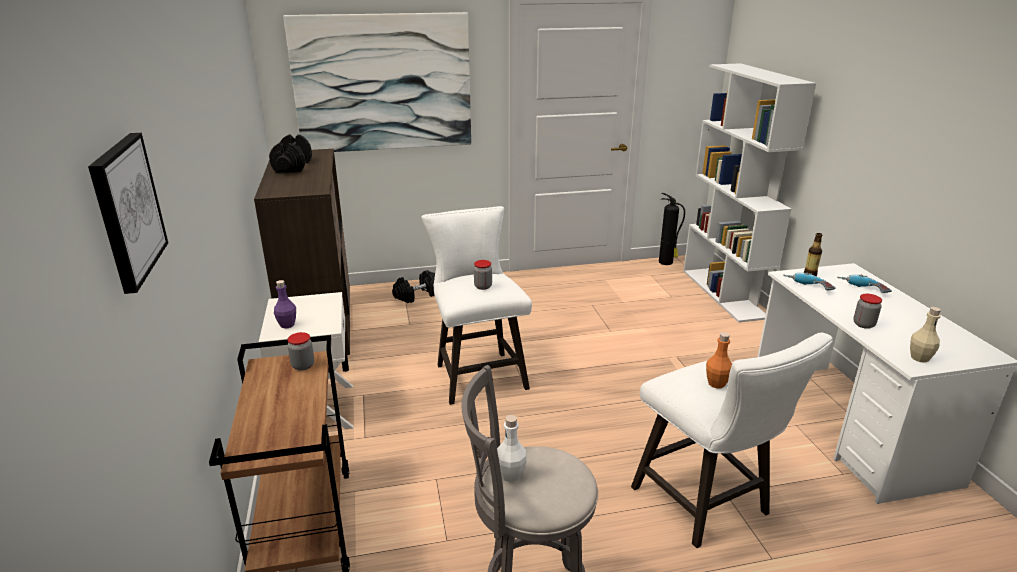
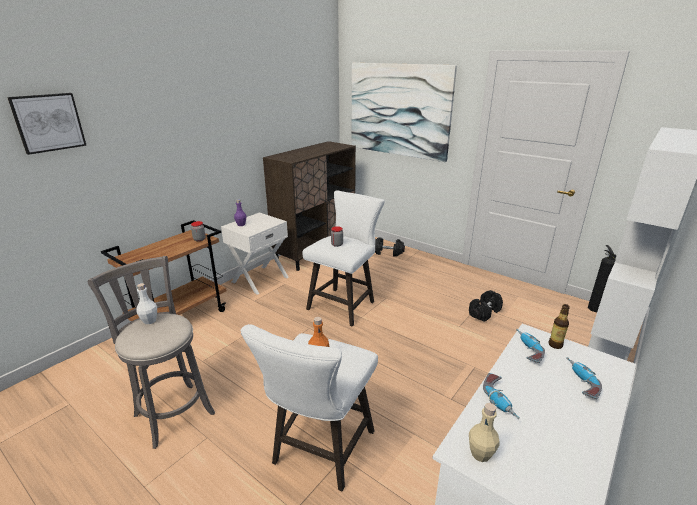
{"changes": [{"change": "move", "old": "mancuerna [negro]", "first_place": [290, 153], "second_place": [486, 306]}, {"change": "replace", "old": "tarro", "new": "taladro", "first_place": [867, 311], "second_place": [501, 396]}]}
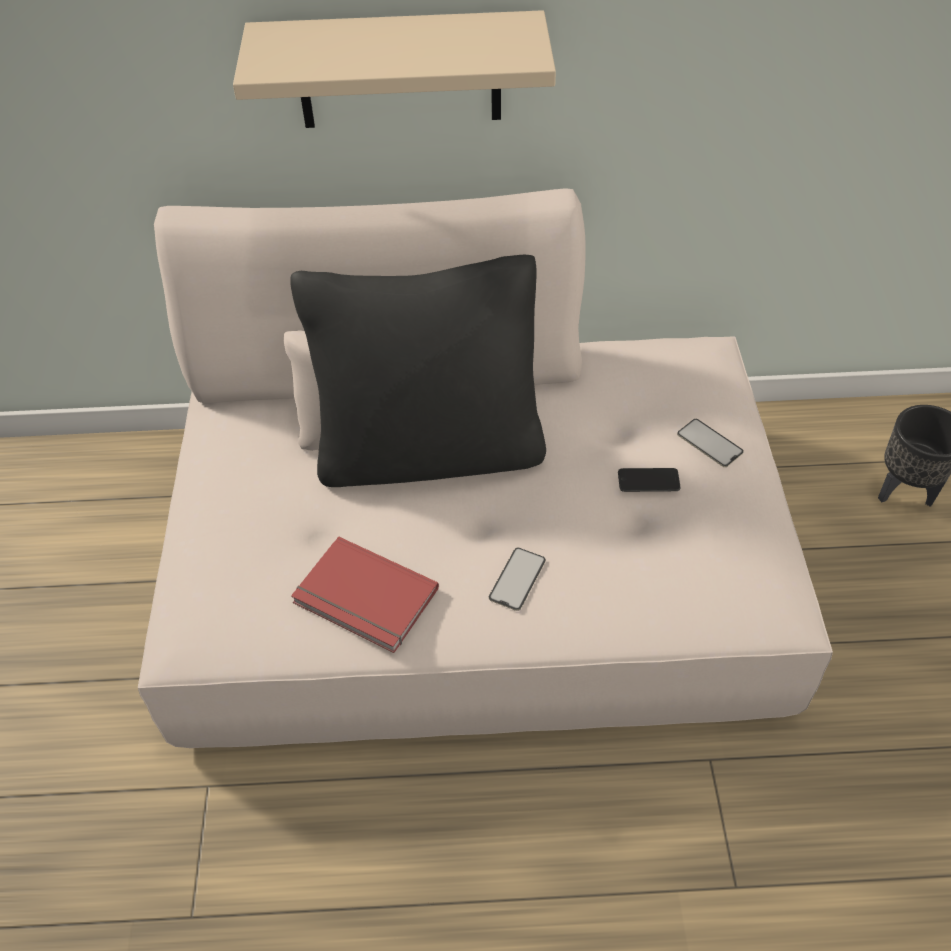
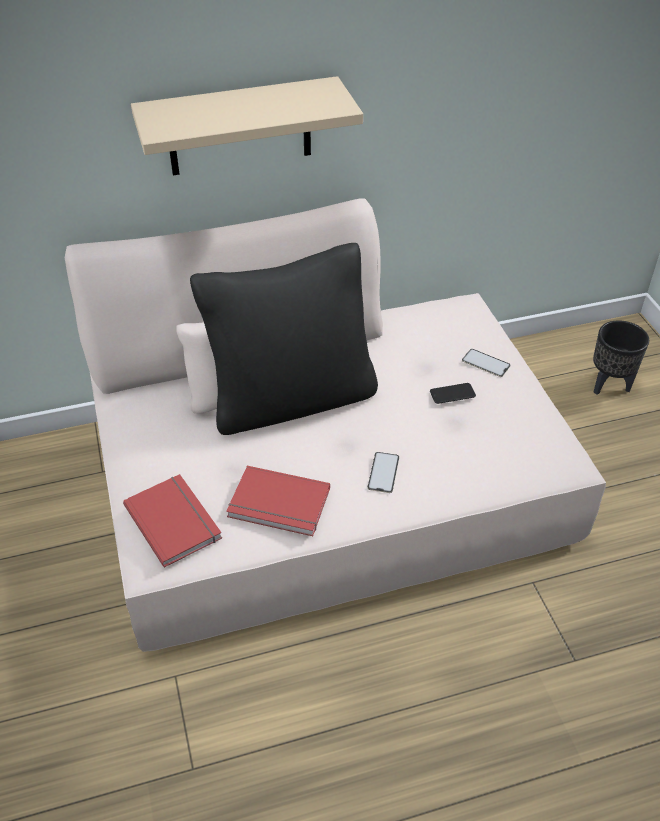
{"changes": [{"change": "insert", "new": "libro [rojo]", "second_place": [172, 521]}]}
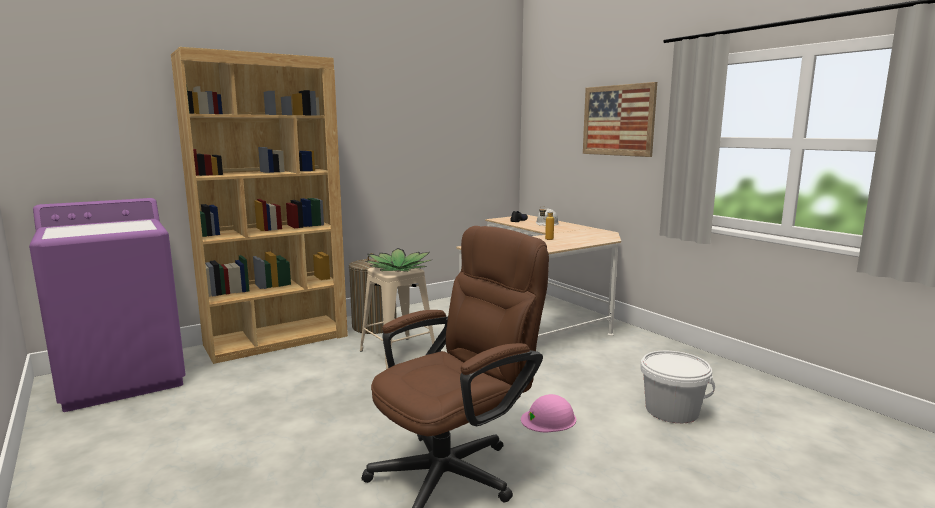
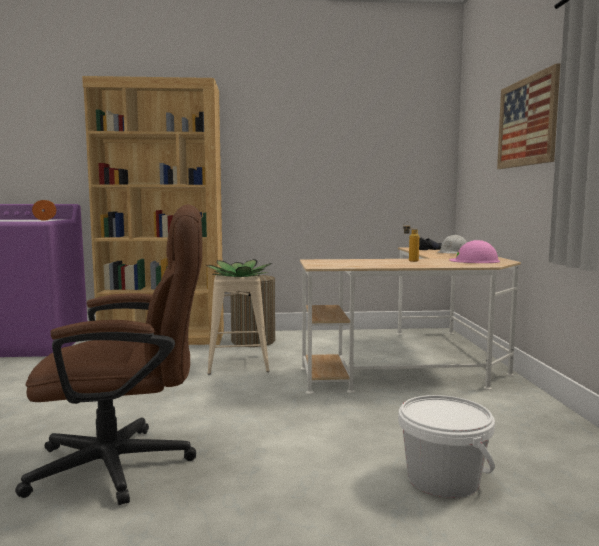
{"changes": [{"change": "insert", "new": "mancuerna [naranja]", "second_place": [44, 210]}, {"change": "move", "old": "casco [rosa]", "first_place": [548, 413], "second_place": [474, 251]}]}
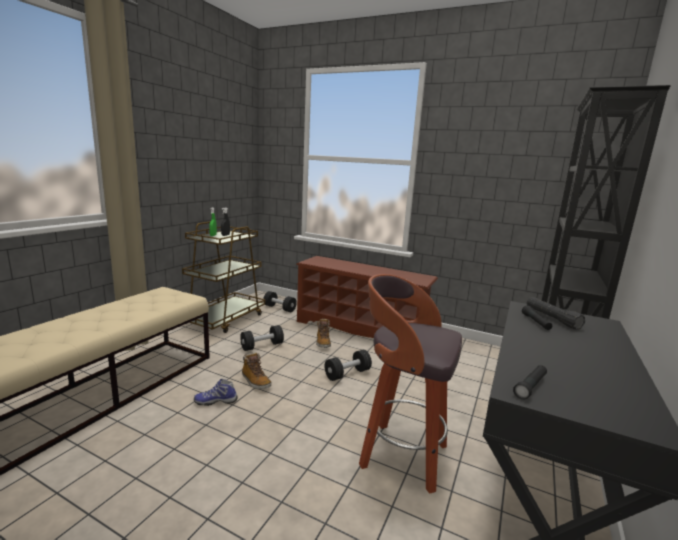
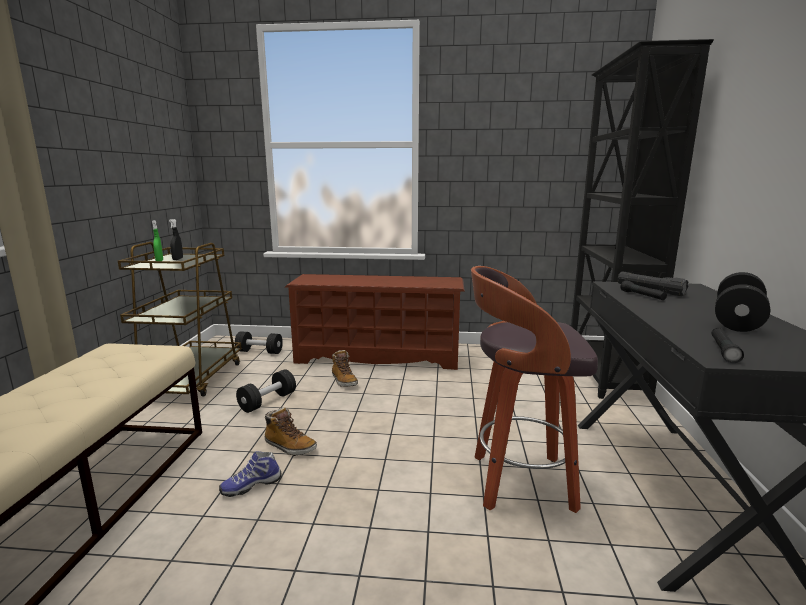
{"changes": [{"change": "move", "old": "mancuerna [negro]", "first_place": [348, 365], "second_place": [742, 302]}]}
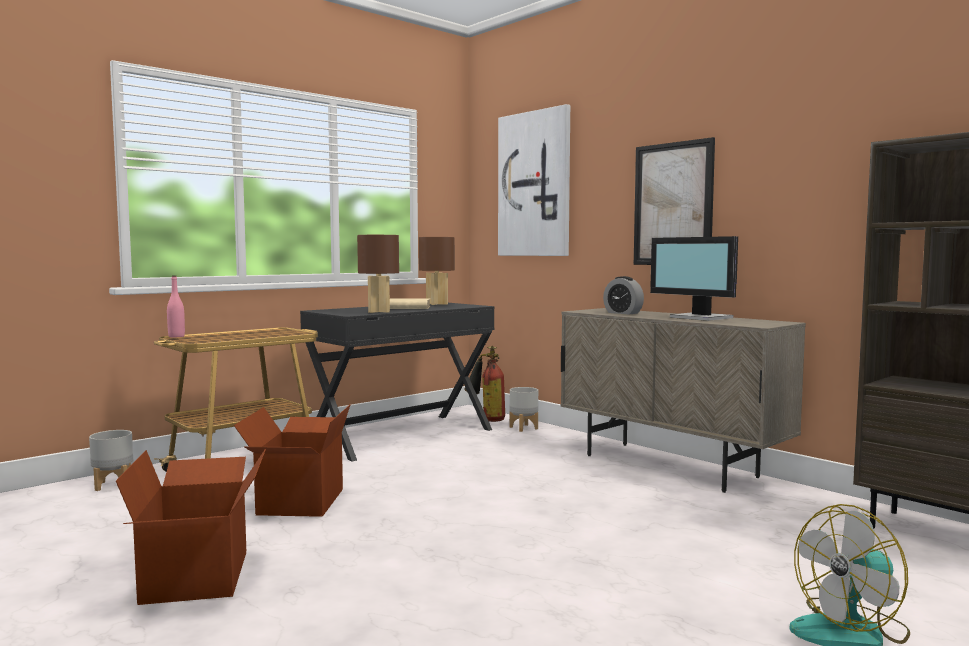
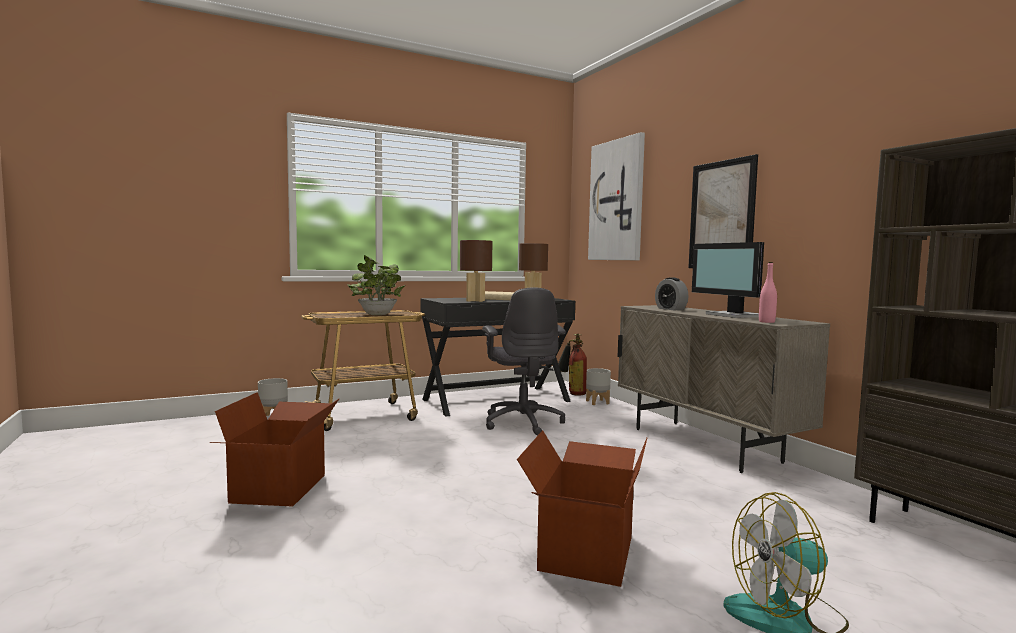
{"changes": [{"change": "insert", "new": "planta en maceta", "second_place": [376, 285]}, {"change": "insert", "new": "silla de oficina [gris]", "second_place": [524, 361]}, {"change": "move", "old": "caja de cartón", "first_place": [292, 460], "second_place": [582, 508]}, {"change": "move", "old": "botella [rosa]", "first_place": [176, 306], "second_place": [768, 292]}]}
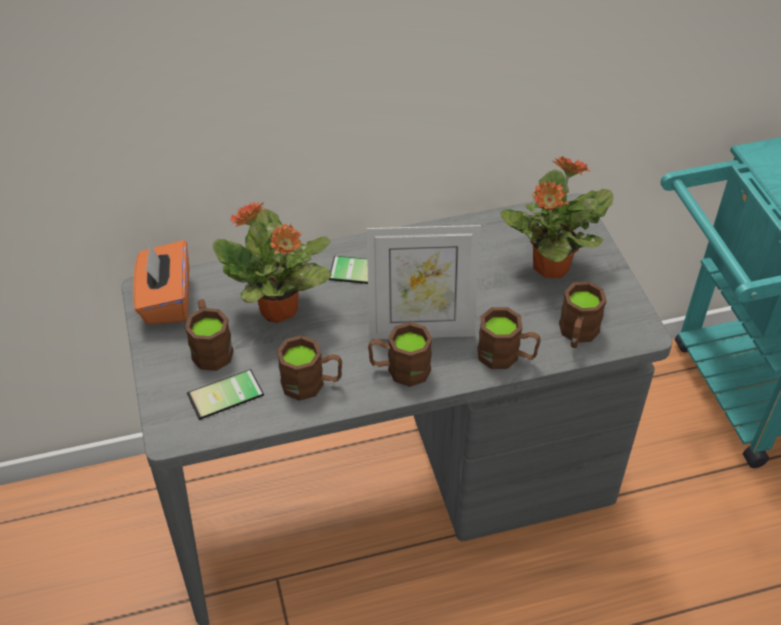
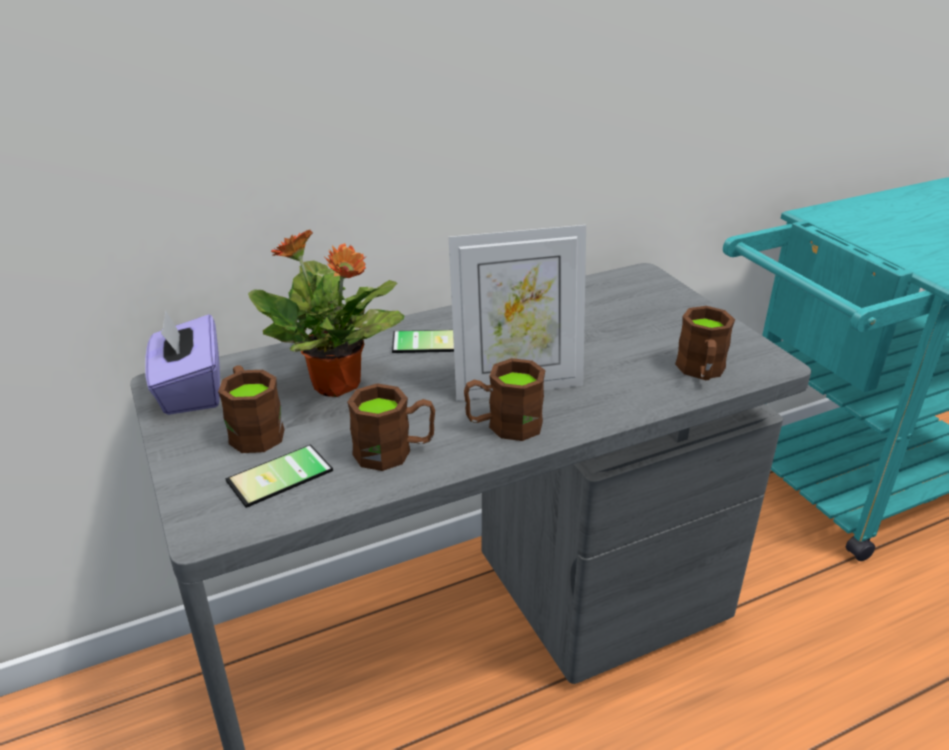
{"changes": [{"change": "recolor", "old": "caja de pañuelos [naranja]", "new": "caja de pañuelos [morado]", "first_place": [161, 282], "second_place": [182, 362]}, {"change": "delete", "old": "taza grande [marrón]", "first_place": [509, 338]}, {"change": "delete", "old": "planta en maceta", "first_place": [557, 217]}]}
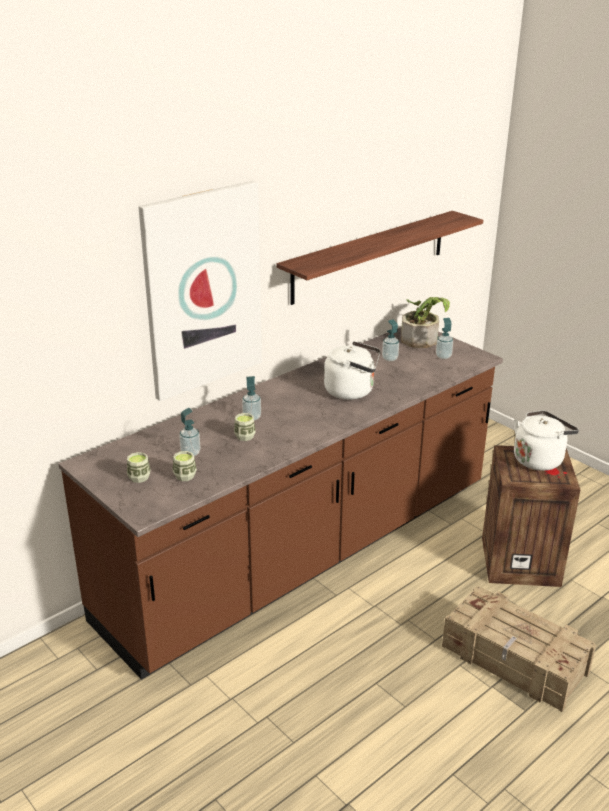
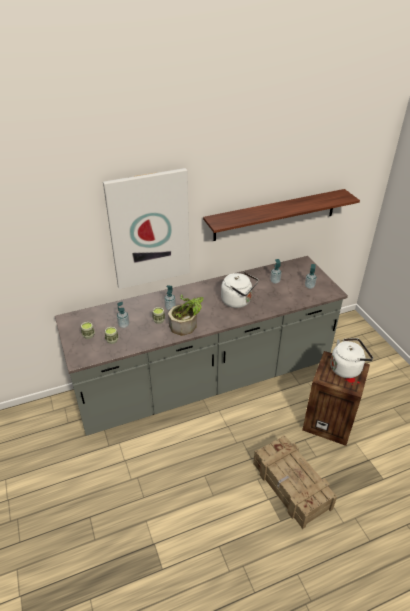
{"changes": [{"change": "recolor", "old": "mueble bajo de cocina [marrón]", "new": "mueble bajo de cocina [gris]", "first_place": [281, 503], "second_place": [201, 346]}, {"change": "move", "old": "planta en maceta", "first_place": [425, 322], "second_place": [185, 315]}]}
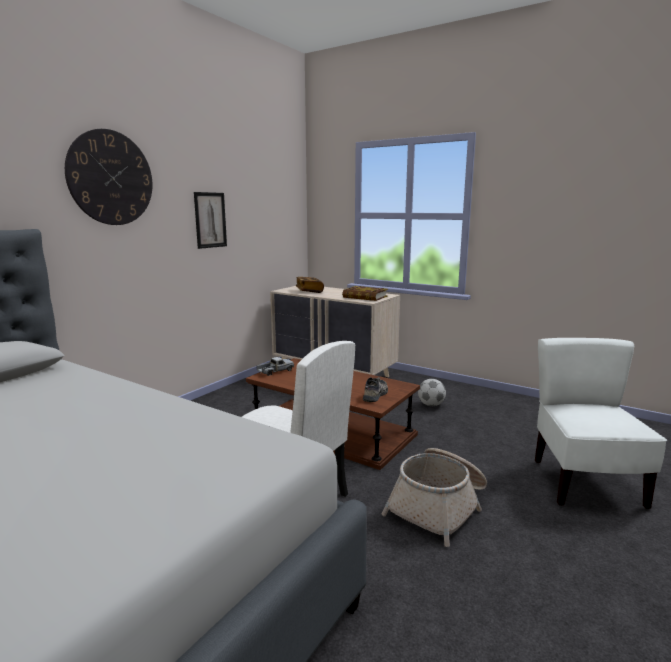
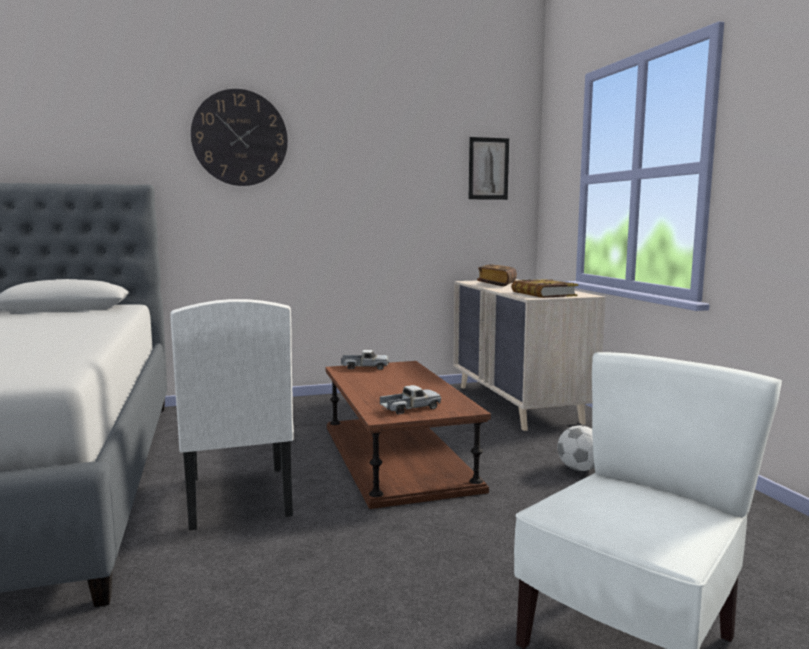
{"changes": [{"change": "replace", "old": "zapato", "new": "camión de juguete", "first_place": [375, 389], "second_place": [410, 399]}, {"change": "move", "old": "cuadro", "first_place": [210, 220], "second_place": [489, 168]}, {"change": "delete", "old": "cesta", "first_place": [434, 497]}]}
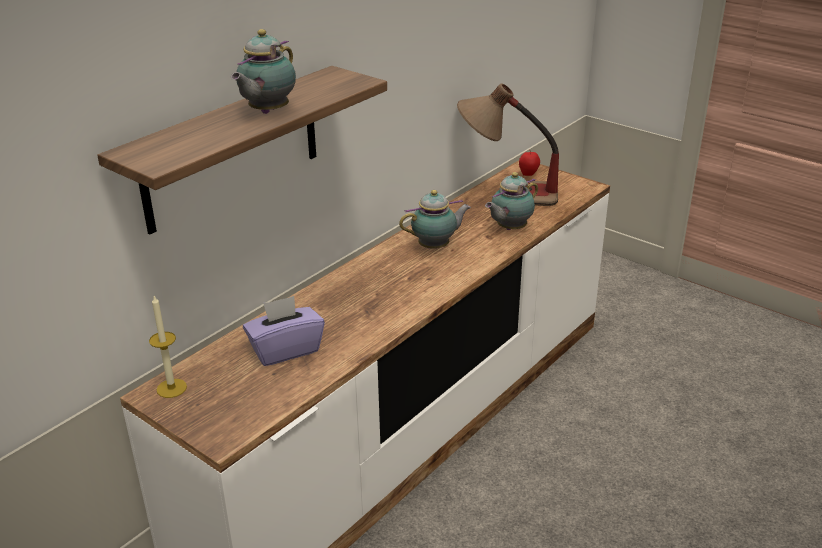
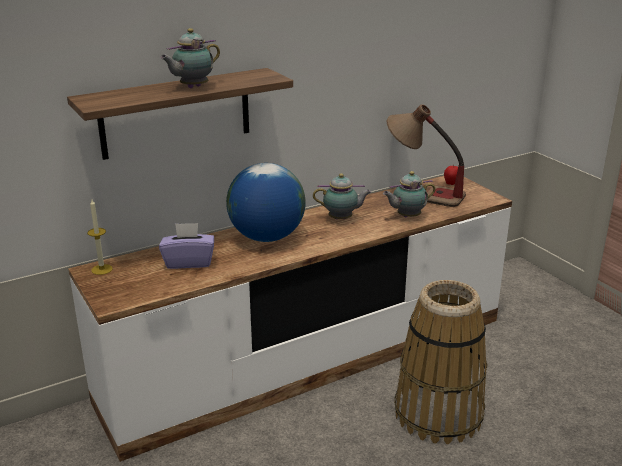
{"changes": [{"change": "insert", "new": "globo terráqueo", "second_place": [266, 202]}, {"change": "insert", "new": "cesta", "second_place": [441, 362]}]}
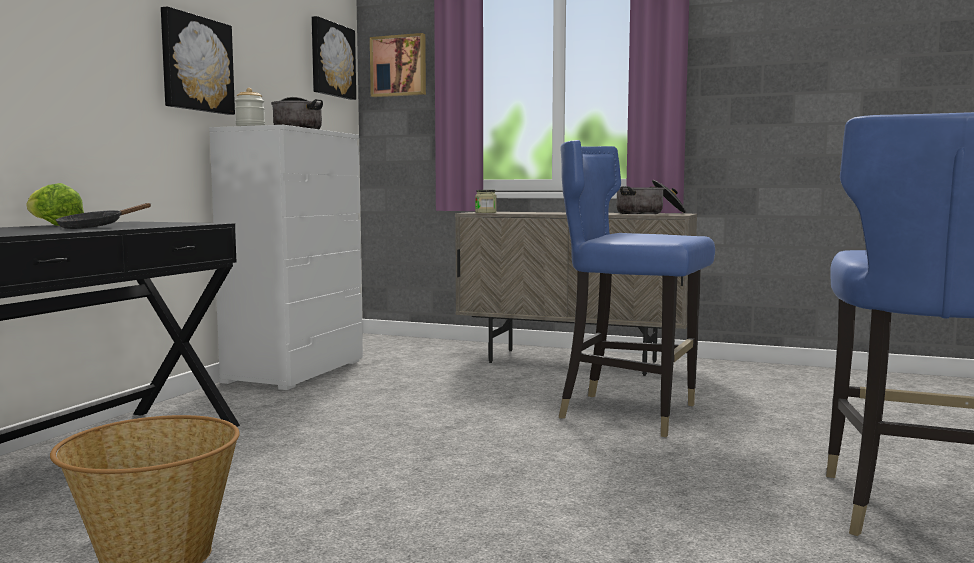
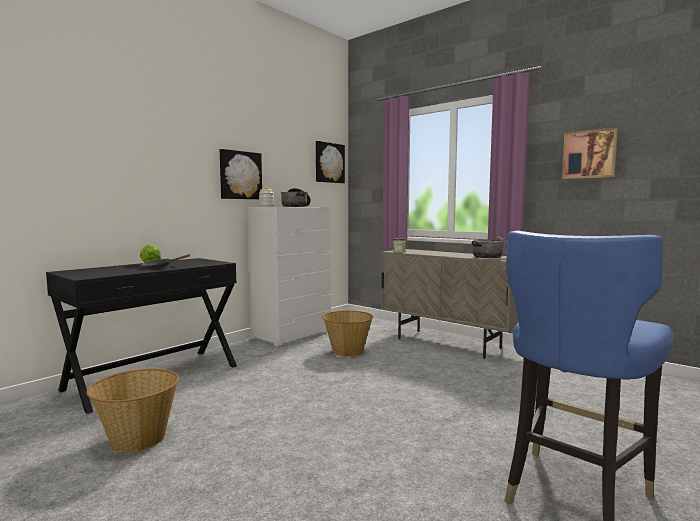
{"changes": [{"change": "insert", "new": "cesta", "second_place": [347, 333]}, {"change": "move", "old": "cuadro", "first_place": [398, 65], "second_place": [590, 153]}, {"change": "delete", "old": "silla [azul]", "first_place": [637, 288]}]}
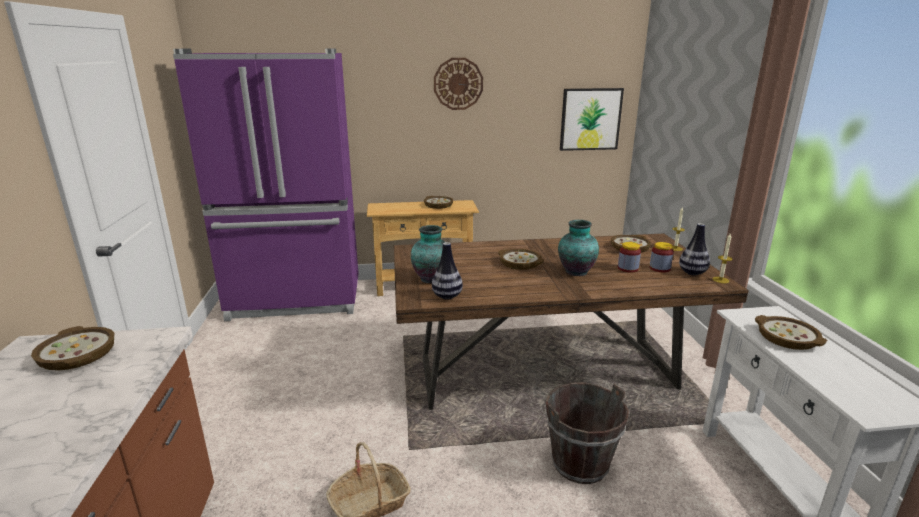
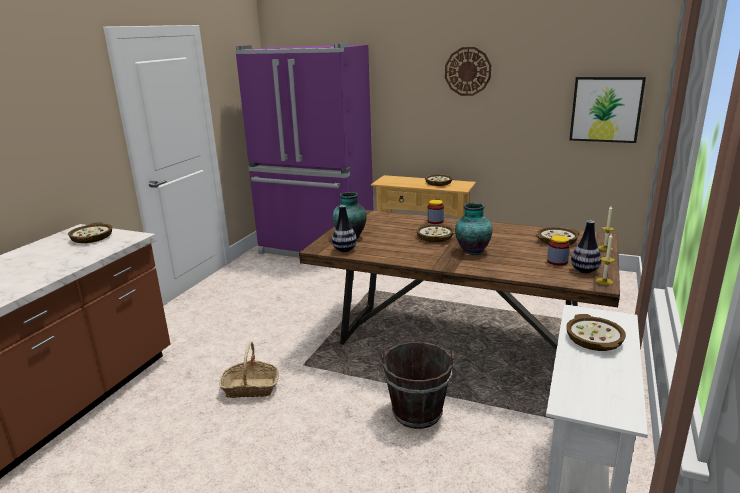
{"changes": [{"change": "move", "old": "tarro", "first_place": [629, 257], "second_place": [435, 212]}]}
